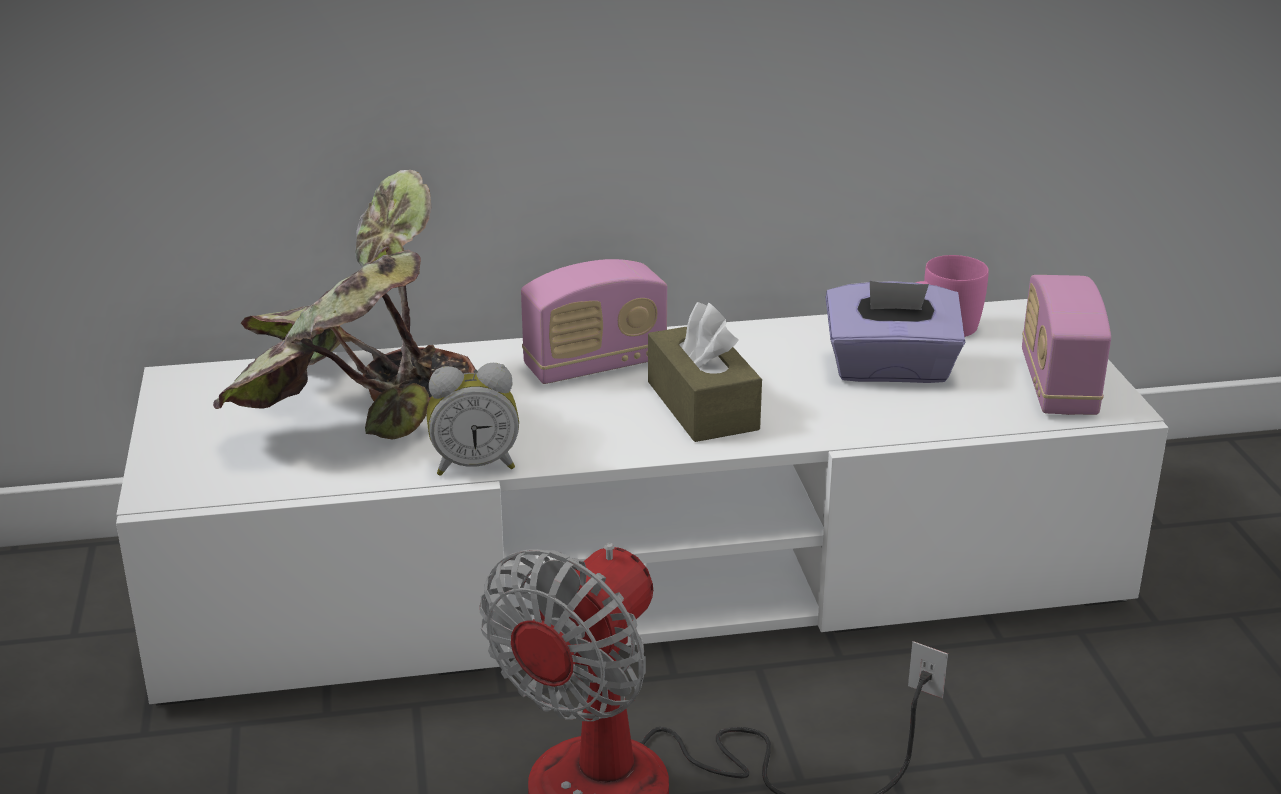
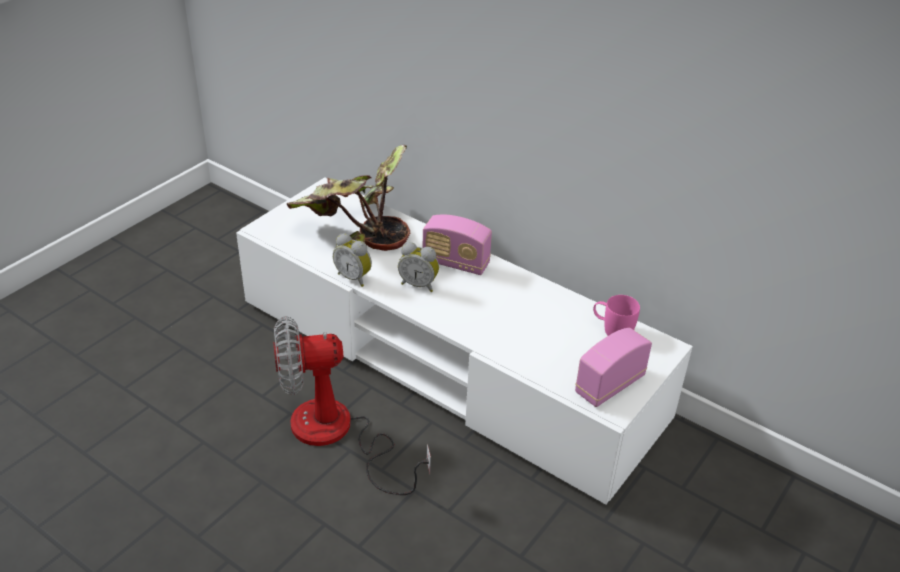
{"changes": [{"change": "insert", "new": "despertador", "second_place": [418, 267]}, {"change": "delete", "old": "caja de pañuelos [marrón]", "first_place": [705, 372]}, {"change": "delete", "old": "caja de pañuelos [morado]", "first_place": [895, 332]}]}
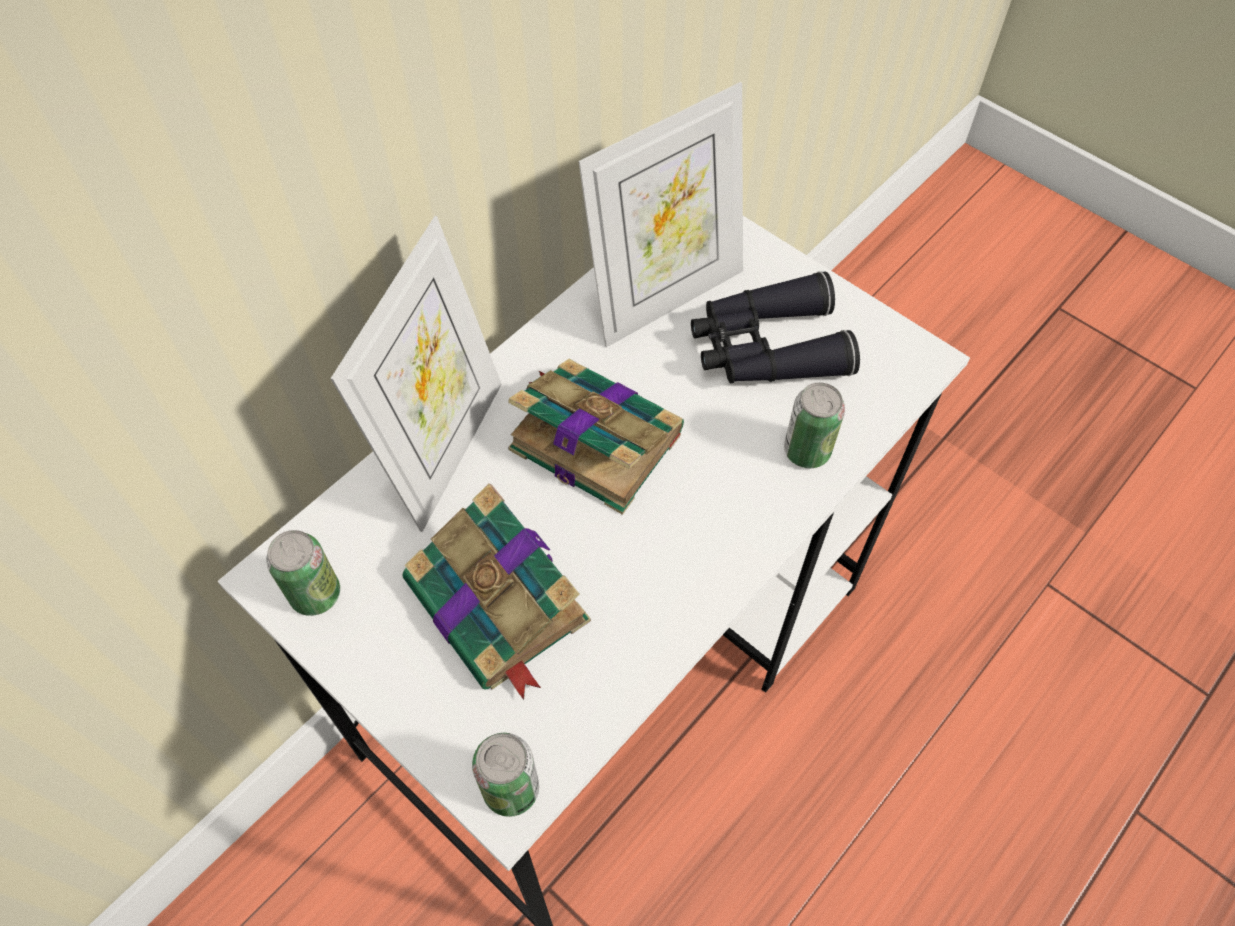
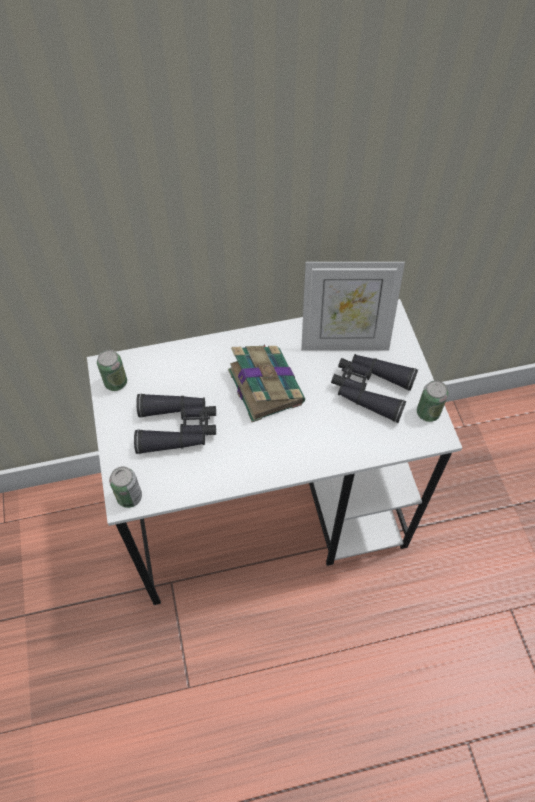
{"changes": [{"change": "replace", "old": "libro", "new": "prismáticos [negro]", "first_place": [496, 591], "second_place": [175, 423]}, {"change": "move", "old": "lata", "first_place": [814, 425], "second_place": [432, 401]}, {"change": "delete", "old": "portarretratos", "first_place": [416, 374]}]}
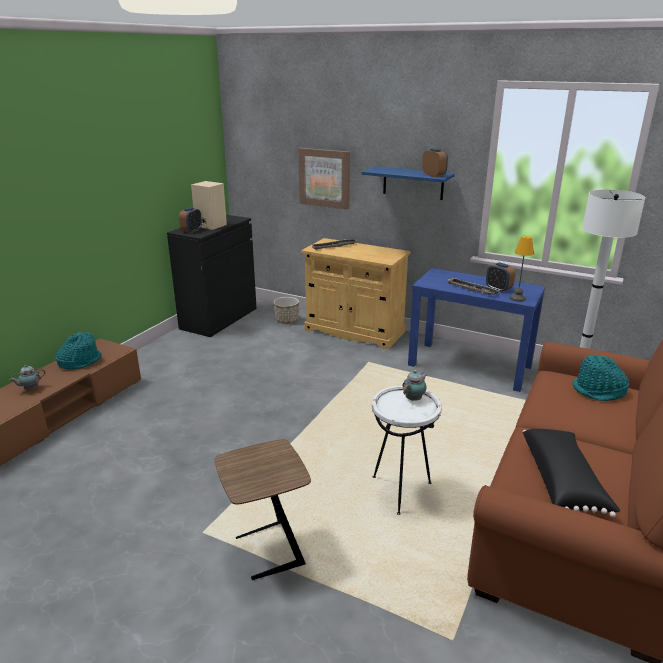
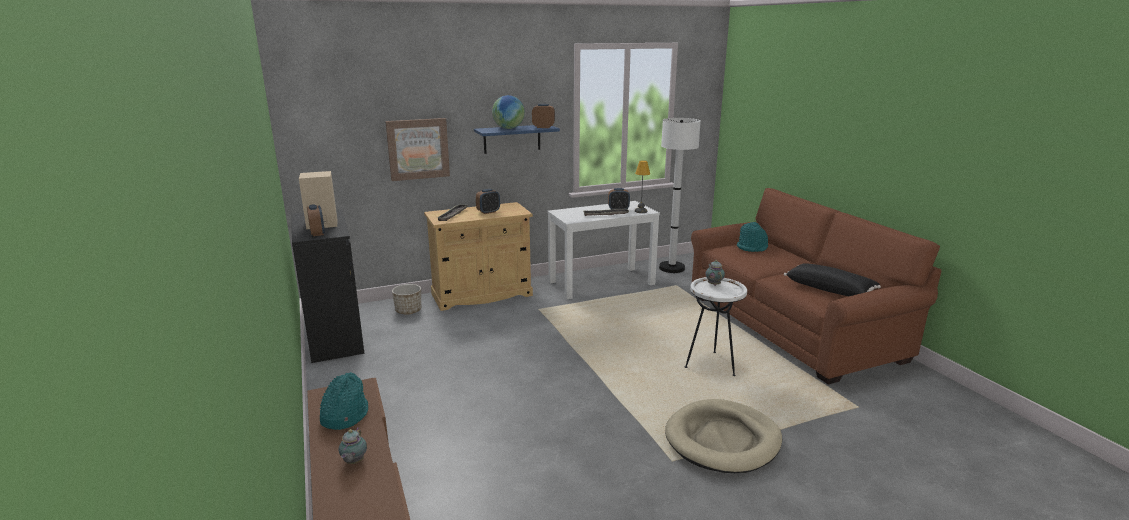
{"changes": [{"change": "insert", "new": "despertador", "second_place": [488, 201]}, {"change": "insert", "new": "globo terráqueo", "second_place": [508, 112]}, {"change": "recolor", "old": "mesa consola [azul]", "new": "mesa consola [blanco]", "first_place": [477, 330], "second_place": [603, 250]}, {"change": "replace", "old": "mesa auxiliar [marrón]", "new": "cama para perro [beis]", "first_place": [262, 509], "second_place": [723, 436]}]}
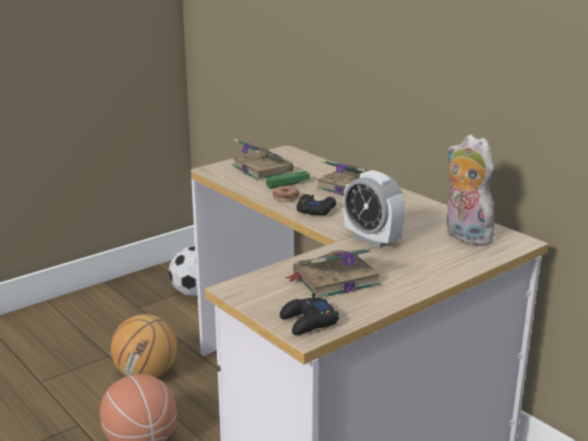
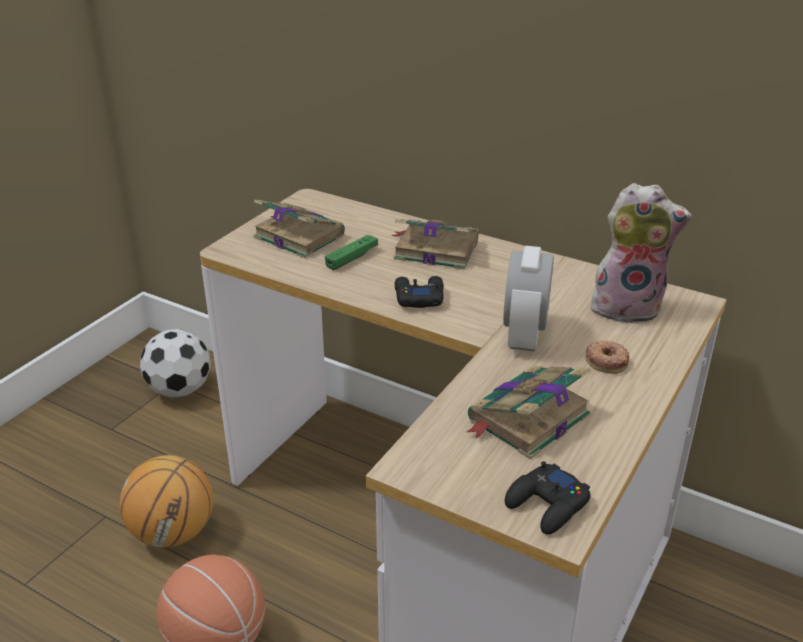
{"changes": [{"change": "rotate", "old": "despertador", "first_place": [374, 209], "second_place": [528, 298], "degrees": 75}, {"change": "move", "old": "rosquilla", "first_place": [285, 194], "second_place": [607, 357]}, {"change": "rotate", "old": "peluche", "first_place": [470, 190], "second_place": [640, 253], "degrees": 150}]}
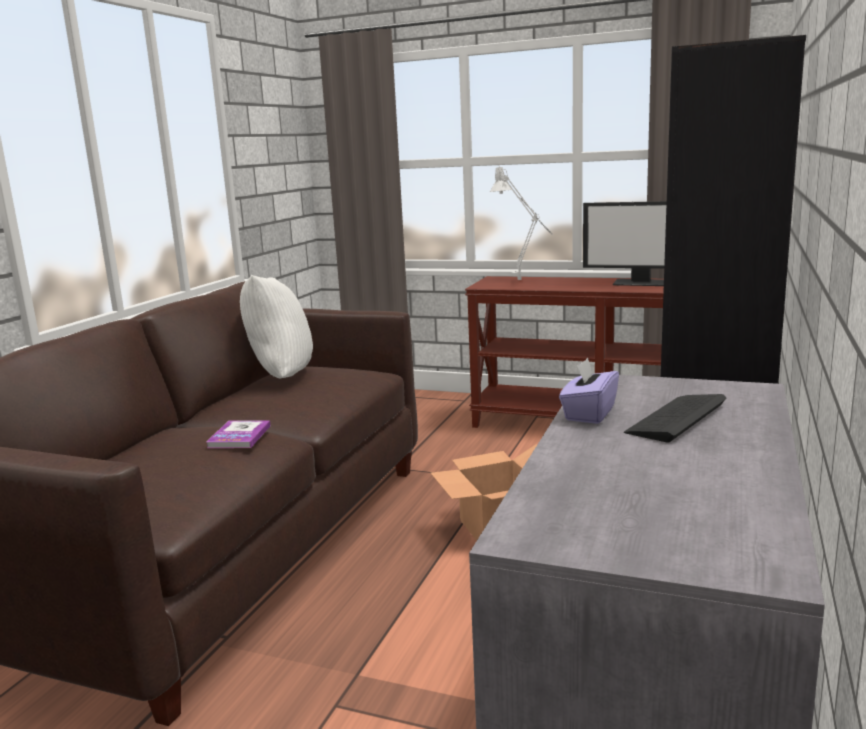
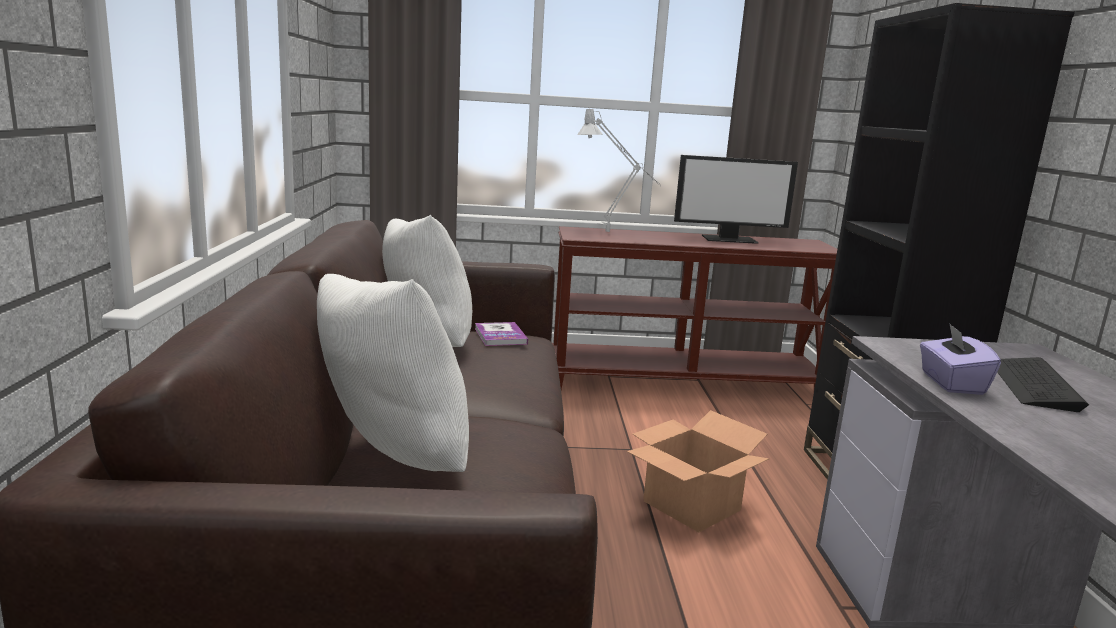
{"changes": [{"change": "insert", "new": "cojín [blanco]", "second_place": [393, 373]}, {"change": "move", "old": "libro", "first_place": [238, 434], "second_place": [501, 334]}]}
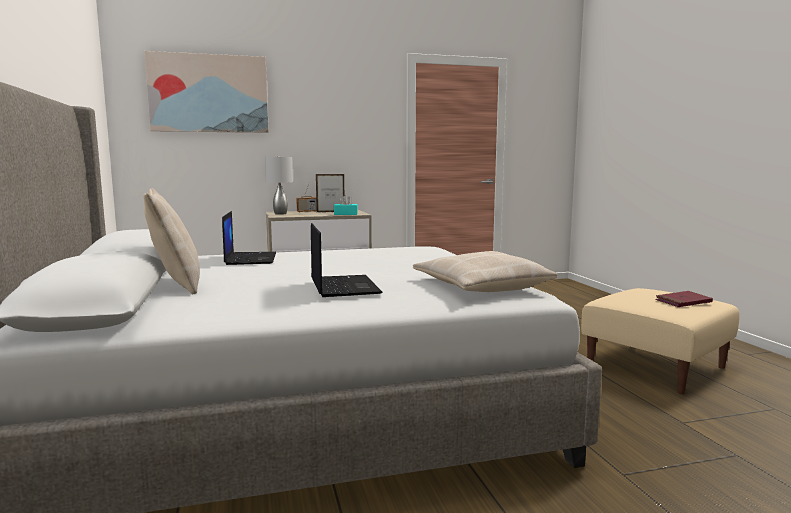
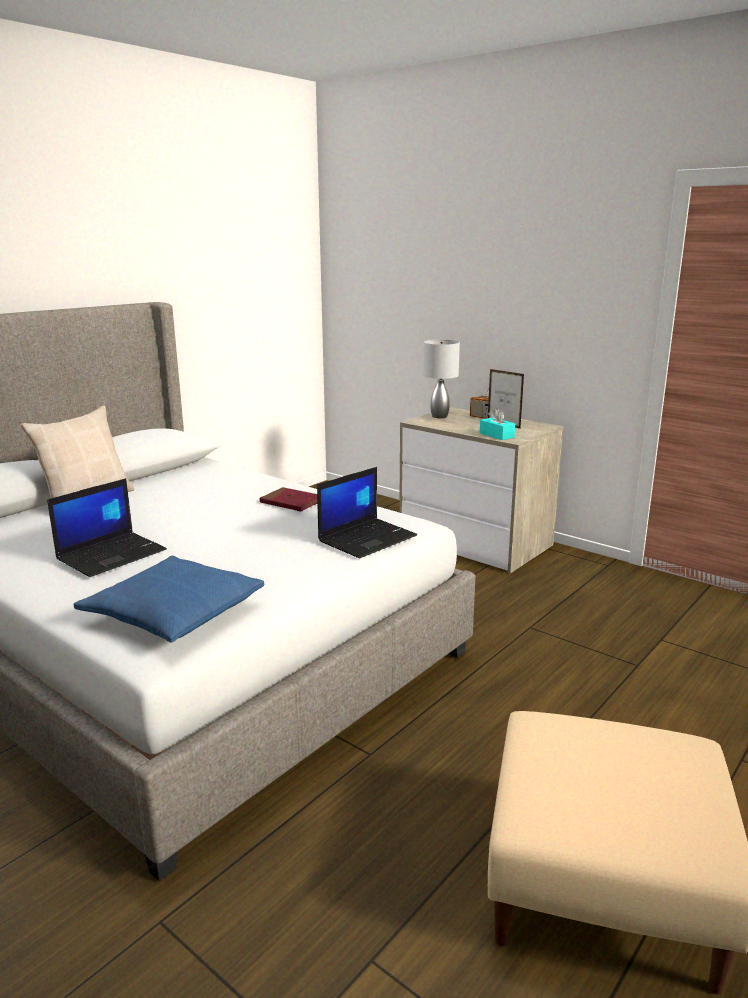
{"changes": [{"change": "recolor", "old": "cojín [beis]", "new": "cojín [azul]", "first_place": [485, 271], "second_place": [168, 599]}, {"change": "move", "old": "libro [rojo]", "first_place": [684, 299], "second_place": [288, 499]}, {"change": "move", "old": "portátil", "first_place": [249, 238], "second_place": [367, 512]}, {"change": "delete", "old": "cuadro", "first_place": [206, 92]}]}
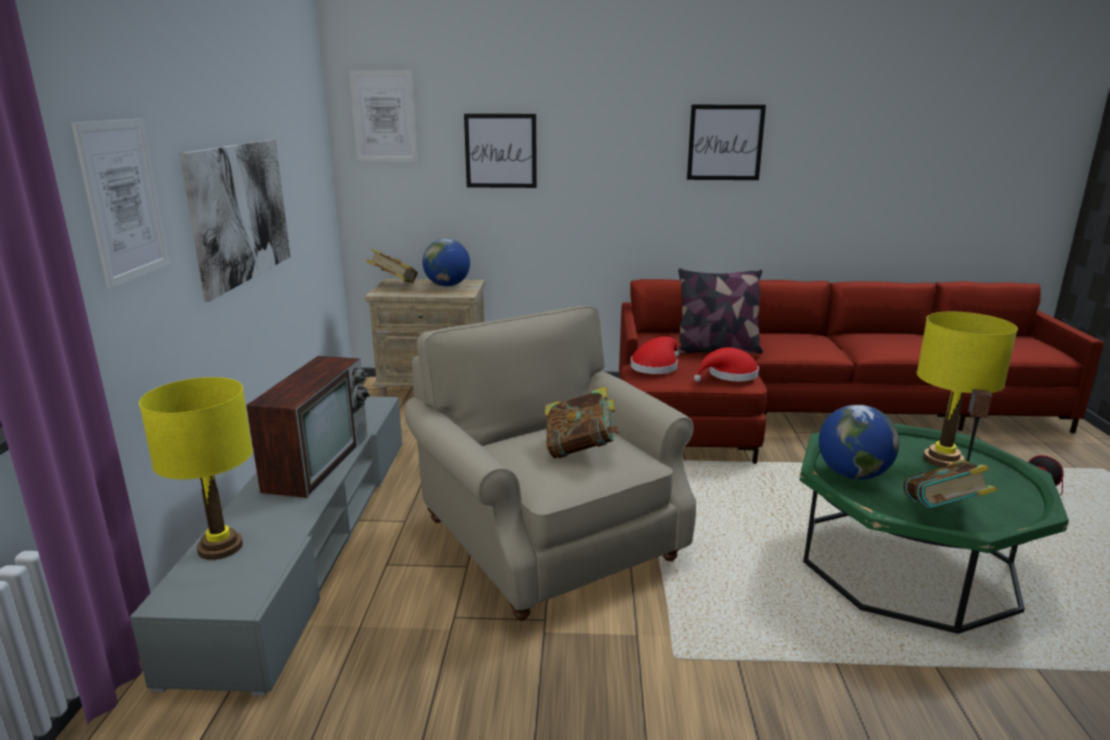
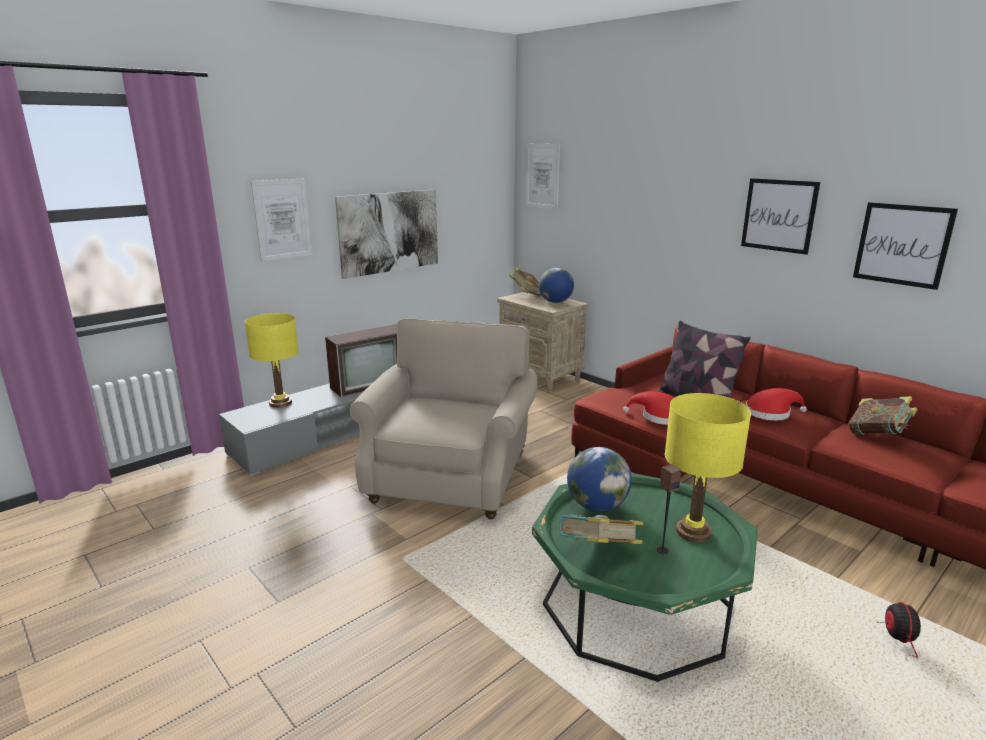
{"changes": [{"change": "move", "old": "sombrero [rojo]", "first_place": [655, 355], "second_place": [776, 404]}, {"change": "move", "old": "libro", "first_place": [582, 422], "second_place": [883, 415]}, {"change": "move", "old": "cuadro", "first_place": [500, 151], "second_place": [905, 246]}]}
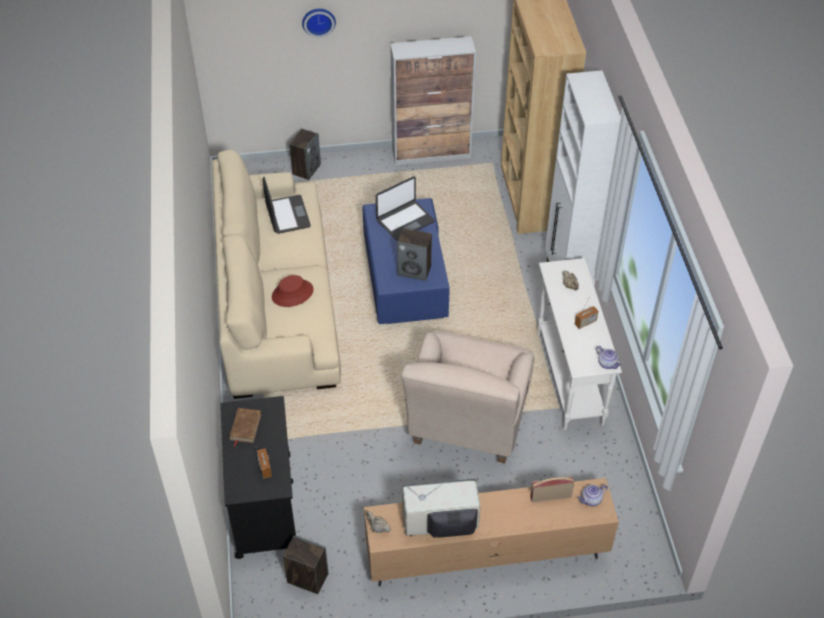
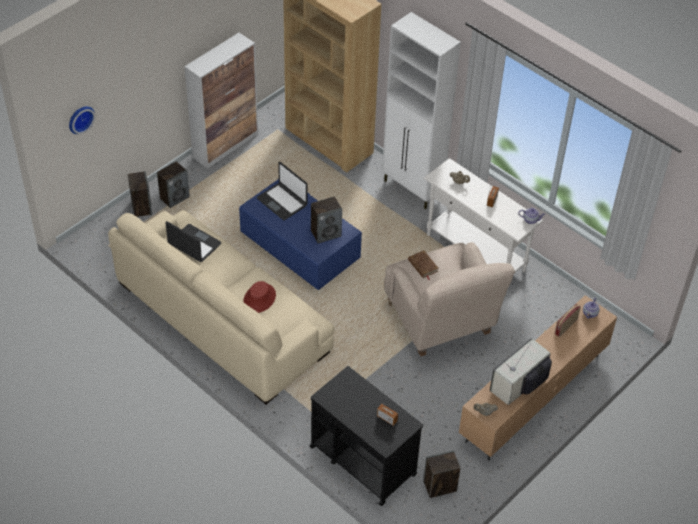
{"changes": [{"change": "move", "old": "reloj de pared", "first_place": [319, 23], "second_place": [82, 120]}, {"change": "insert", "new": "altavoz", "second_place": [173, 184]}, {"change": "rotate", "old": "portátil", "first_place": [405, 208], "second_place": [282, 191], "degrees": 120}, {"change": "move", "old": "libro [marrón]", "first_place": [245, 427], "second_place": [423, 265]}]}
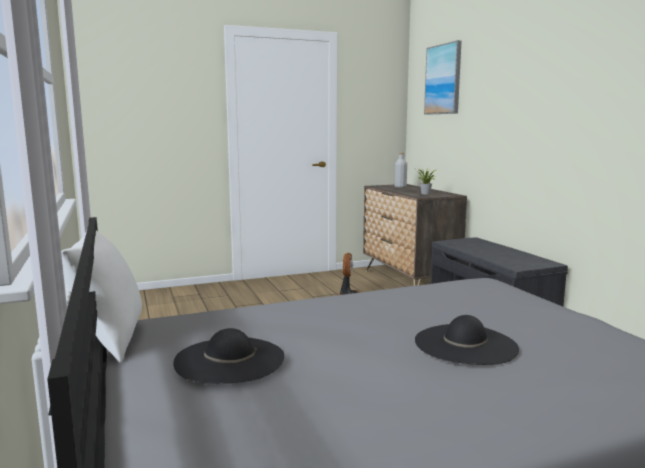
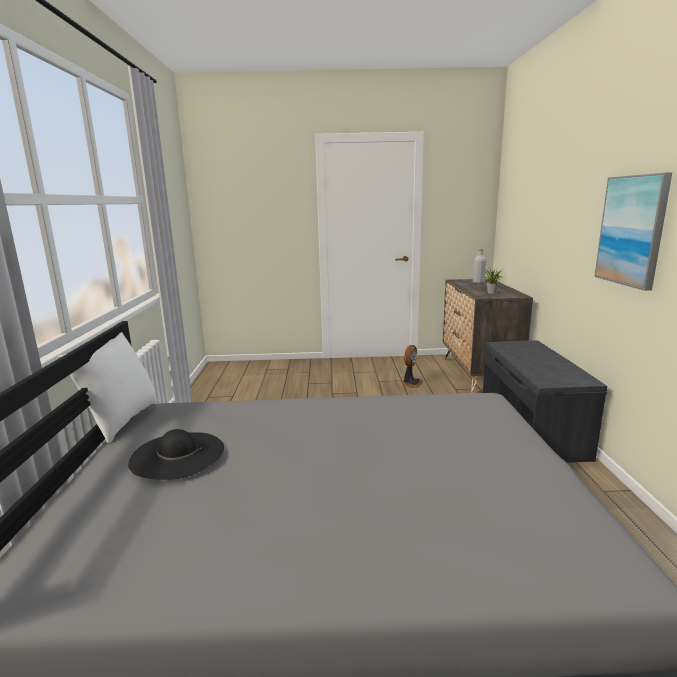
{"changes": [{"change": "move", "old": "cuadro", "first_place": [443, 77], "second_place": [633, 231]}, {"change": "delete", "old": "sombrero [negro]", "first_place": [467, 340]}]}
